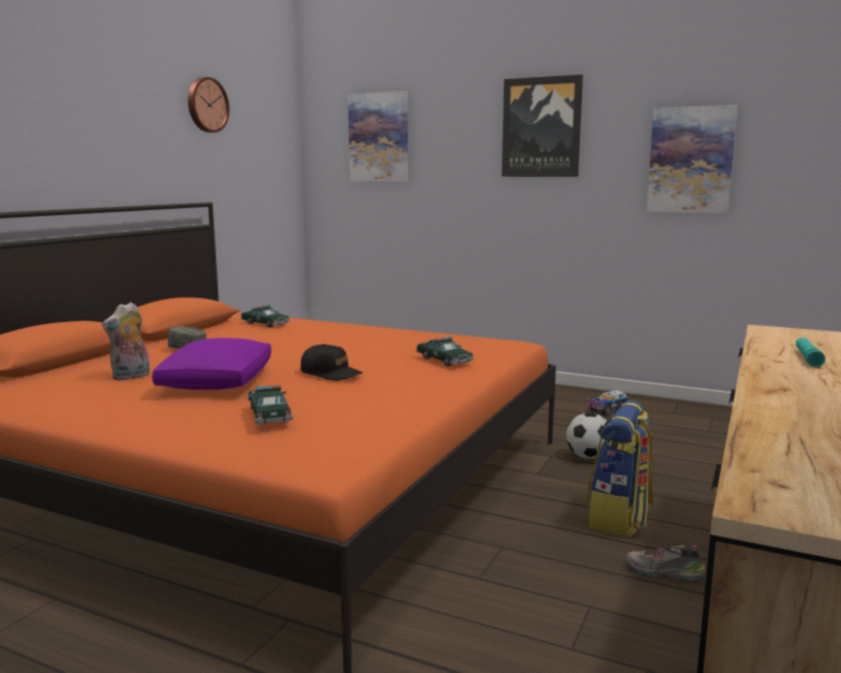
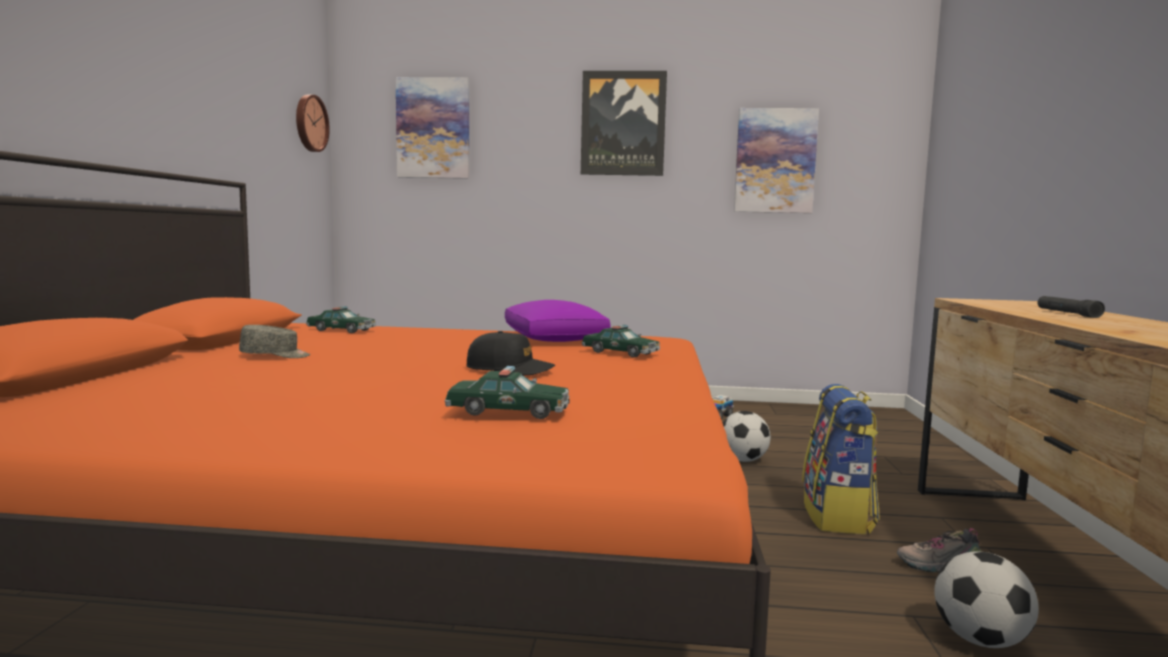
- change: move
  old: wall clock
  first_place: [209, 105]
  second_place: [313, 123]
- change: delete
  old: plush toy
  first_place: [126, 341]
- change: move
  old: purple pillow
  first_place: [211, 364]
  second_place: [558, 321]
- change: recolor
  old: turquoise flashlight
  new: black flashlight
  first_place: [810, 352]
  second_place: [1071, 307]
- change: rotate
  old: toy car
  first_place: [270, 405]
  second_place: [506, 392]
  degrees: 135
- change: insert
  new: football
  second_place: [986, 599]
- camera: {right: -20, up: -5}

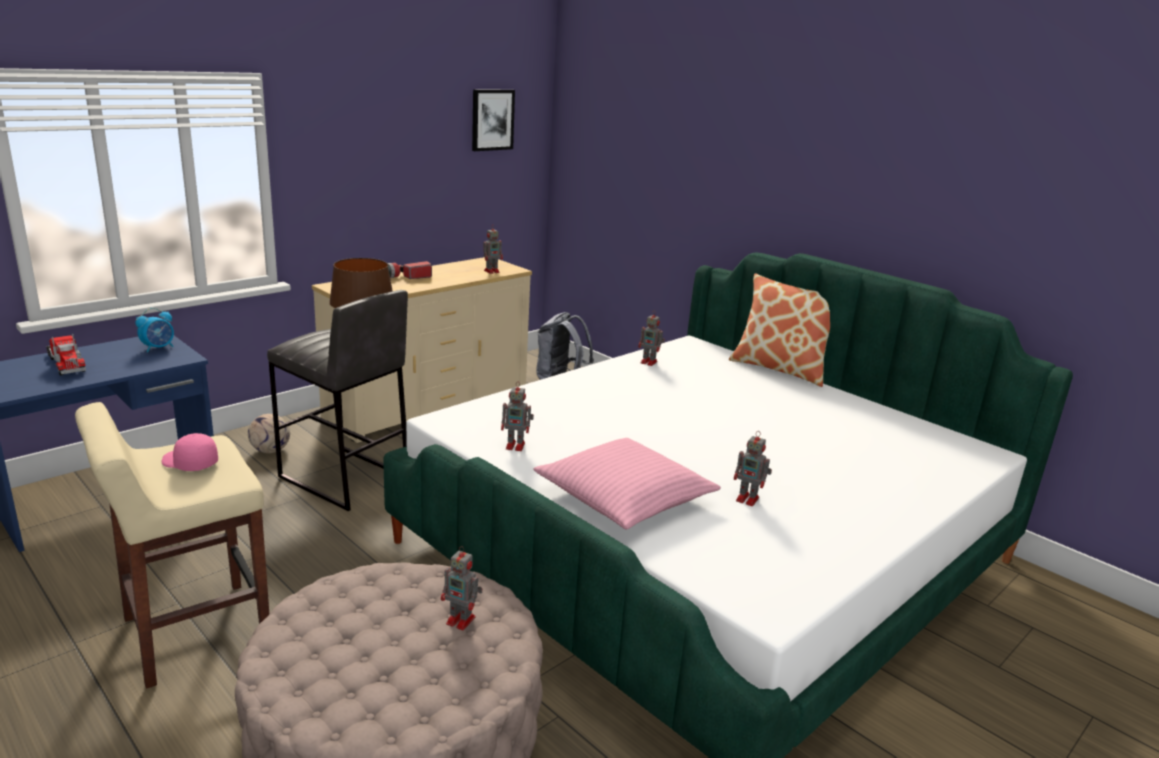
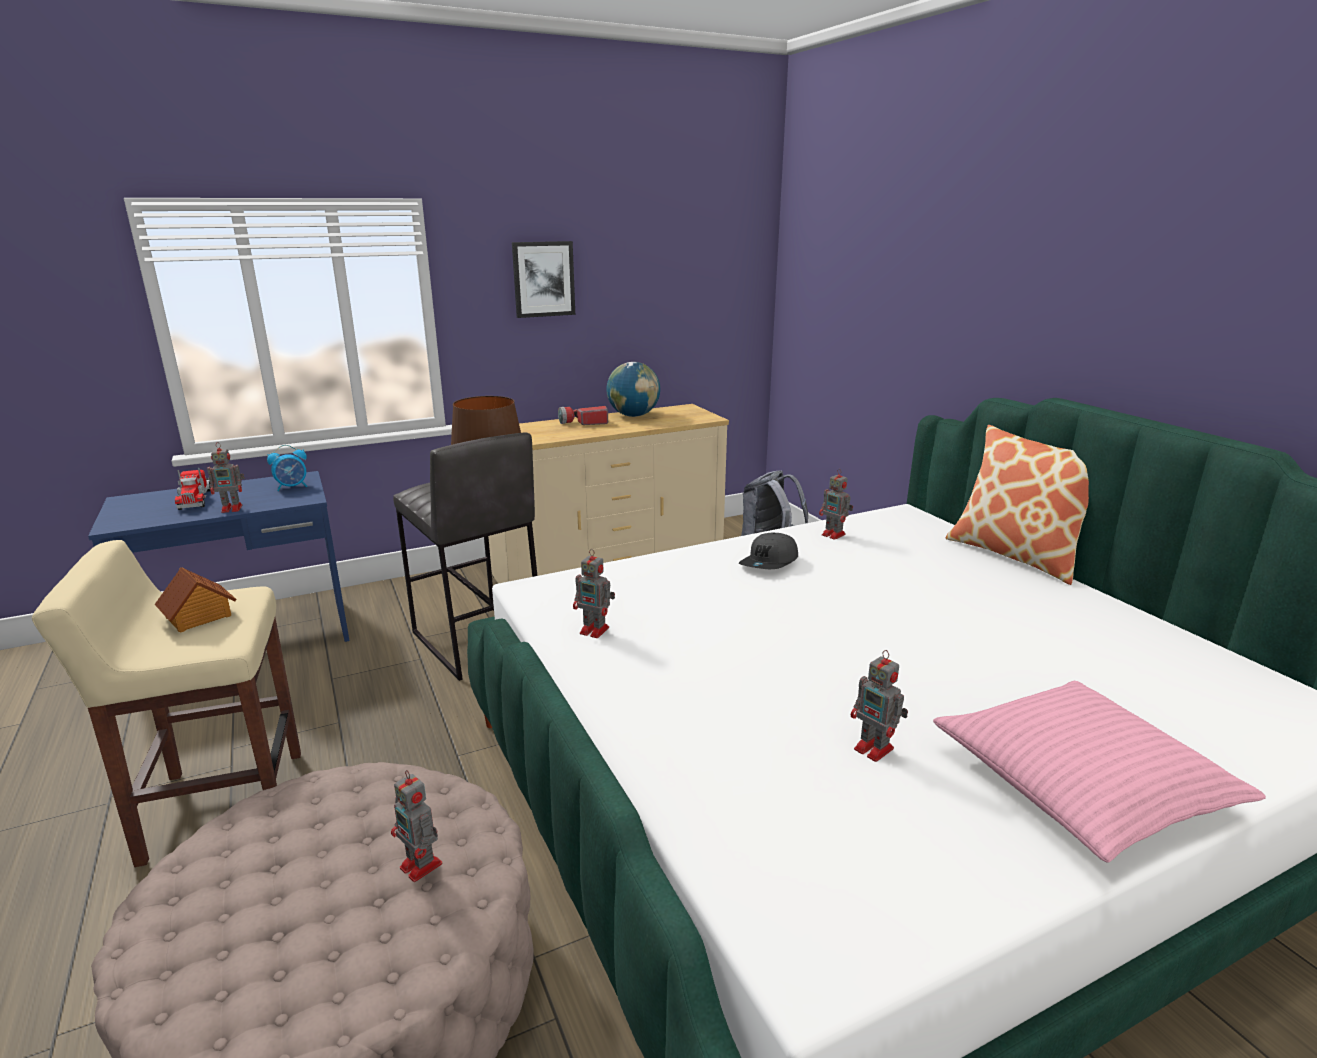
- change: move
  old: picture
  first_place: [493, 120]
  second_place: [543, 279]
- change: move
  old: toy robot
  first_place: [493, 251]
  second_place: [226, 477]
- change: delete
  old: football
  first_place: [269, 433]
- change: replace
  old: pink cap
  new: toy house
  first_place: [189, 452]
  second_place: [195, 600]
- change: move
  old: pink pillow
  first_place: [627, 483]
  second_place: [1099, 772]
- change: insert
  new: globe
  second_place: [633, 389]
- change: insert
  new: grey cap
  second_place: [768, 551]
- camera: {right: 20, up: 0}

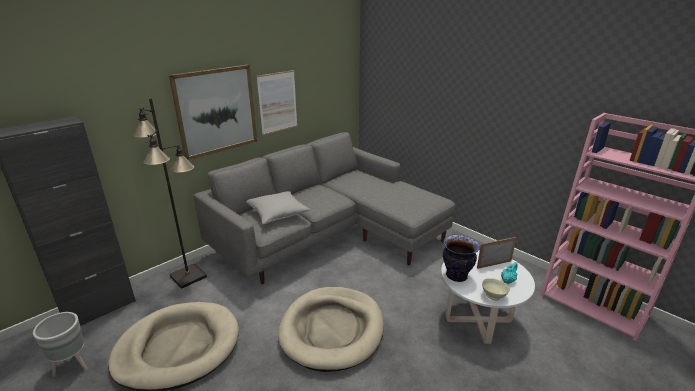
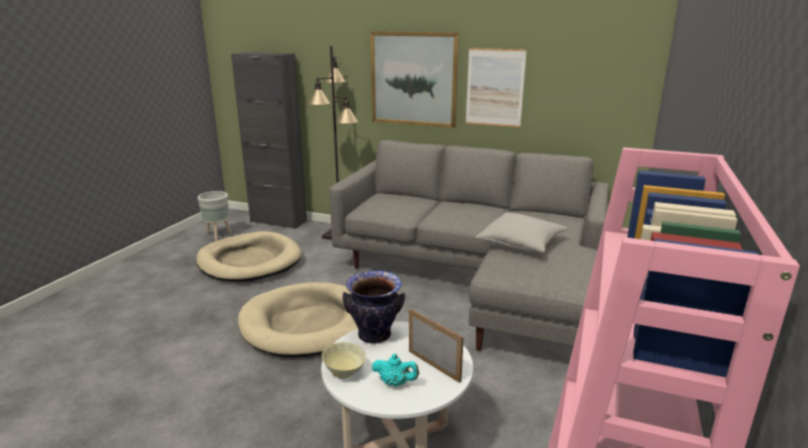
- change: move
  old: grey pillow
  first_place: [278, 208]
  second_place: [521, 232]
- camera: {right: 65, up: -5}

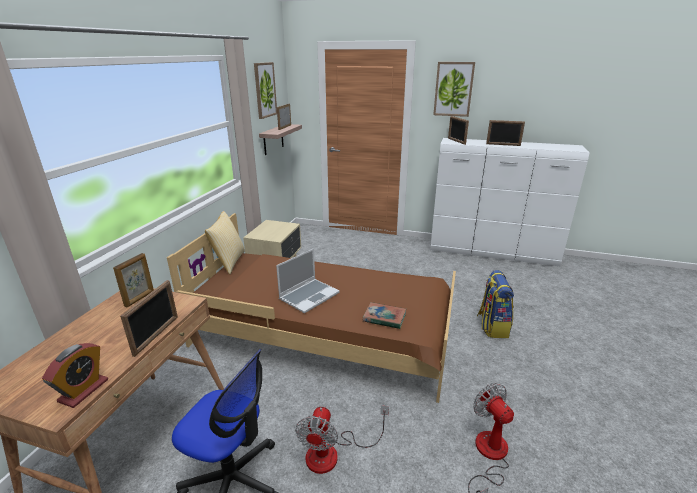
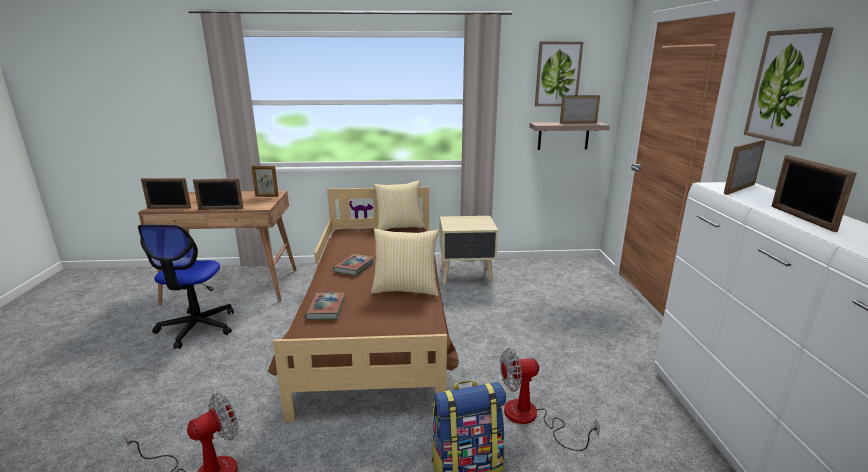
- change: replace
  old: laptop
  new: book
  first_place: [308, 280]
  second_place: [353, 265]
- change: replace
  old: alarm clock
  new: picture frame
  first_place: [75, 375]
  second_place: [166, 193]
- change: move
  old: fan
  first_place: [342, 439]
  second_place: [550, 399]
- change: insert
  new: pillow
  second_place: [405, 262]
- camera: {right: 70, up: -5}

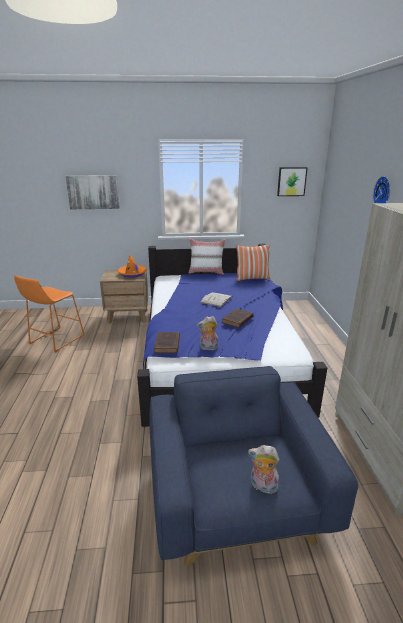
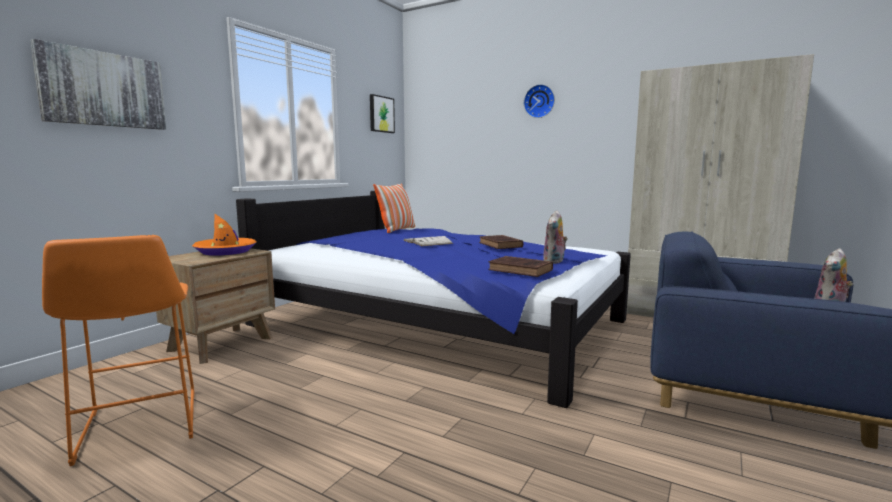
- change: delete
  old: white pillow
  first_place: [207, 257]
- camera: {right: -55, up: -15}

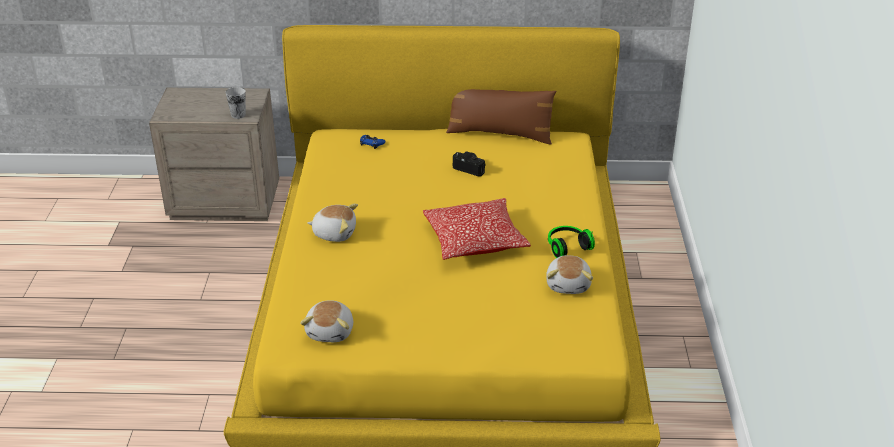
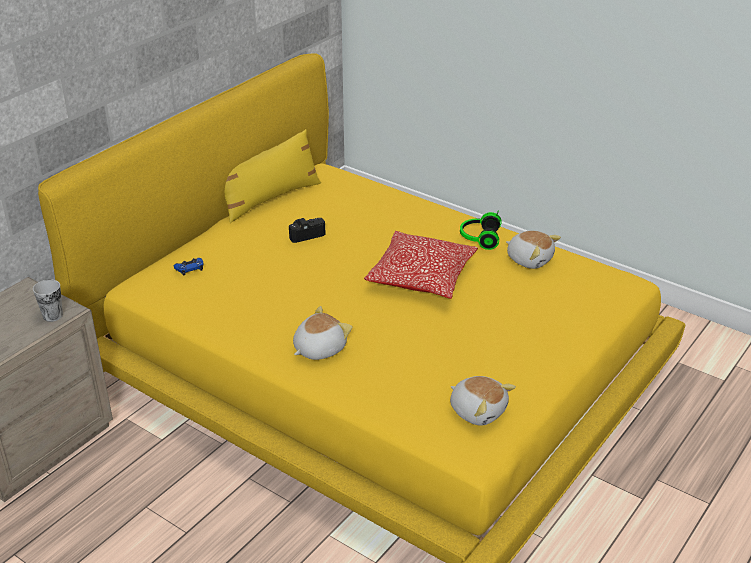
- change: recolor
  old: brown pillow
  new: yellow pillow
  first_place: [501, 116]
  second_place: [273, 176]
- camera: {right: -55, up: 0}

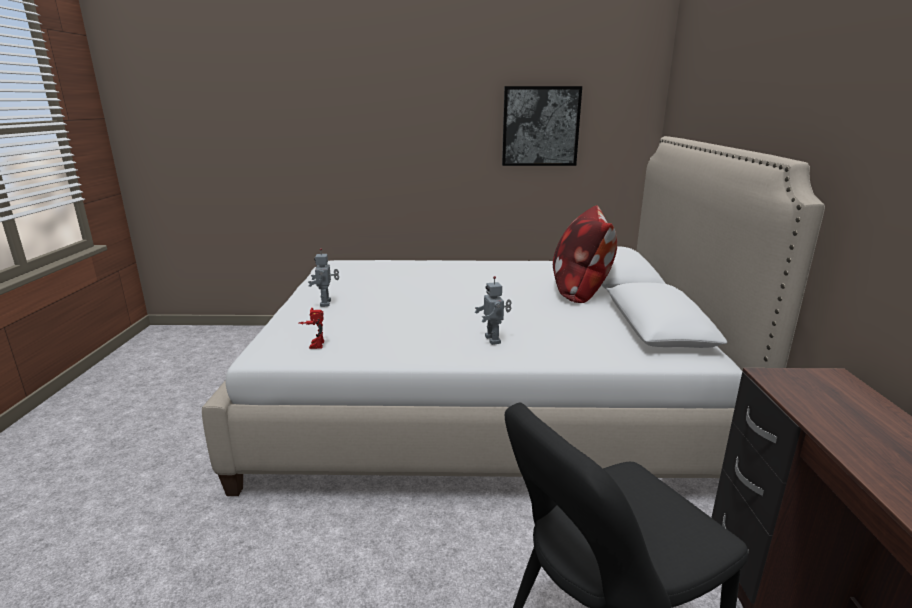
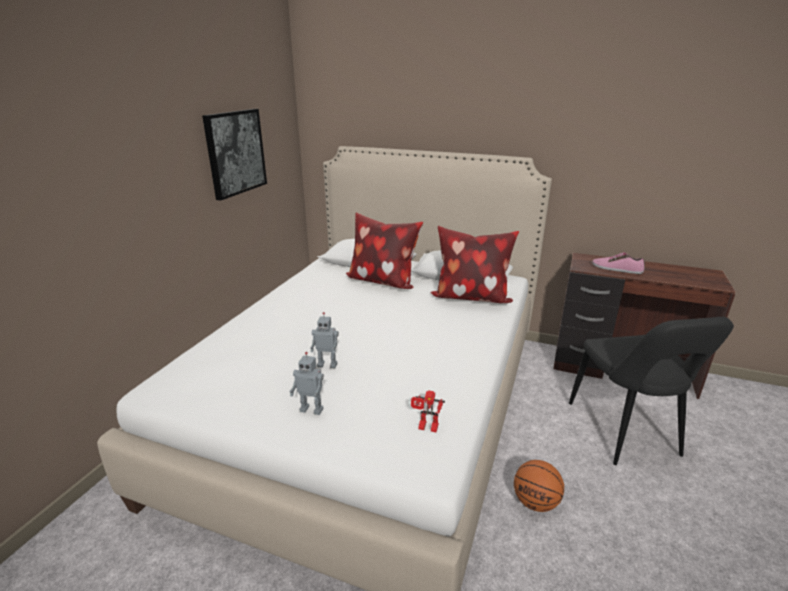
- change: move
  old: toy robot
  first_place: [493, 310]
  second_place: [324, 340]
- change: insert
  new: pillow
  second_place: [474, 264]
- change: insert
  new: shoe
  second_place: [618, 263]
- change: insert
  new: basketball
  second_place: [539, 486]
- camera: {right: -70, up: 5}

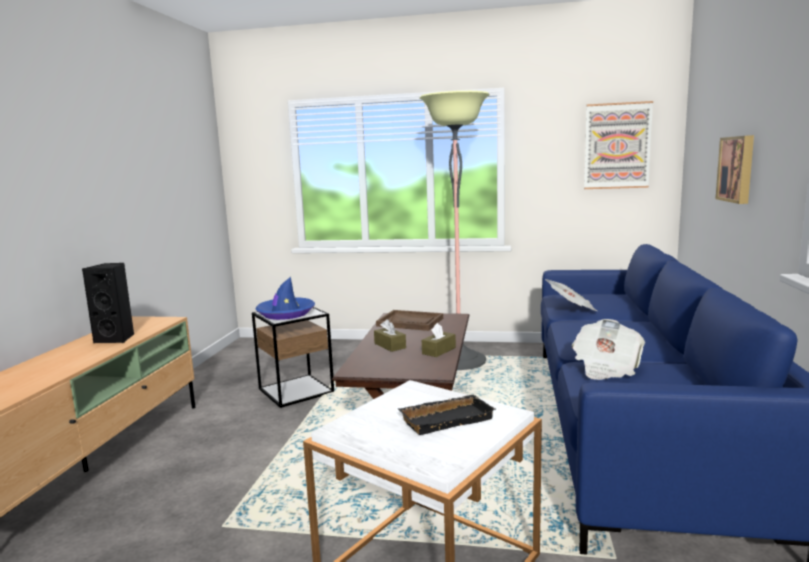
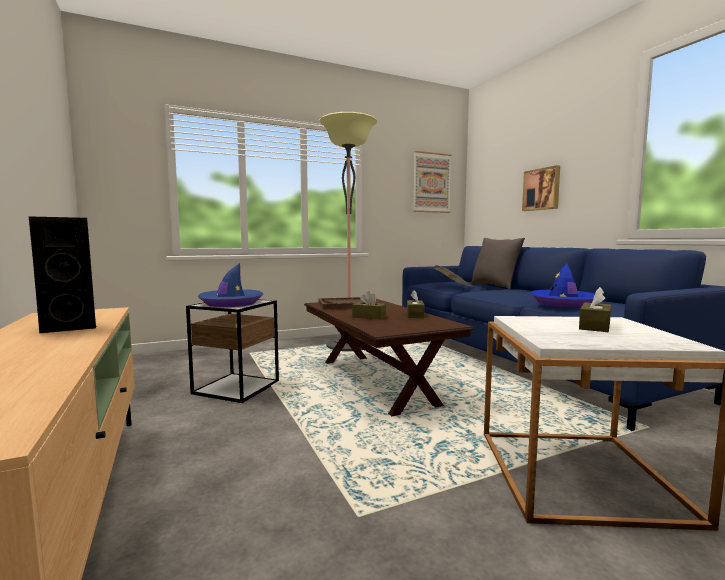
- change: replace
  old: newspaper
  new: blue hat
  first_place: [608, 349]
  second_place: [562, 285]
- change: replace
  old: black tray
  new: brown tissue box
  first_place: [446, 415]
  second_place: [595, 309]
- change: insert
  new: grey pillow
  second_place: [498, 264]
- camera: {right: -35, up: -5}

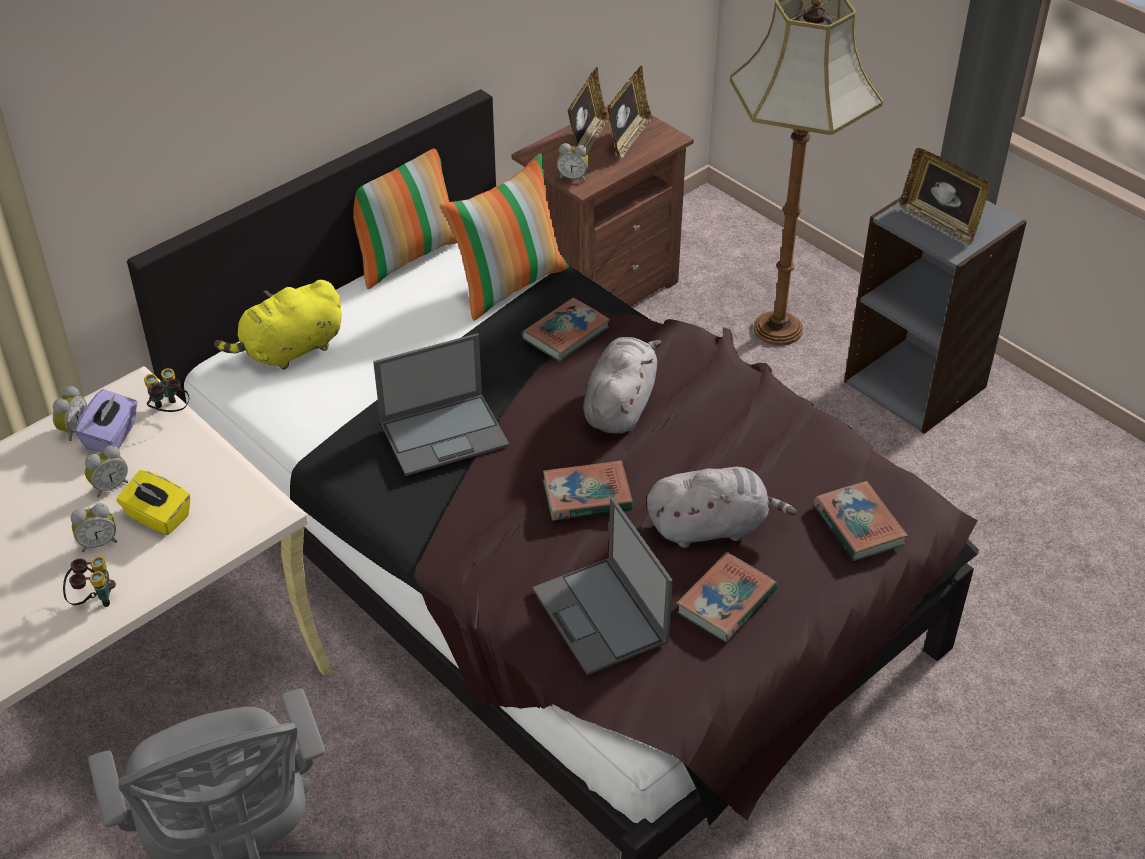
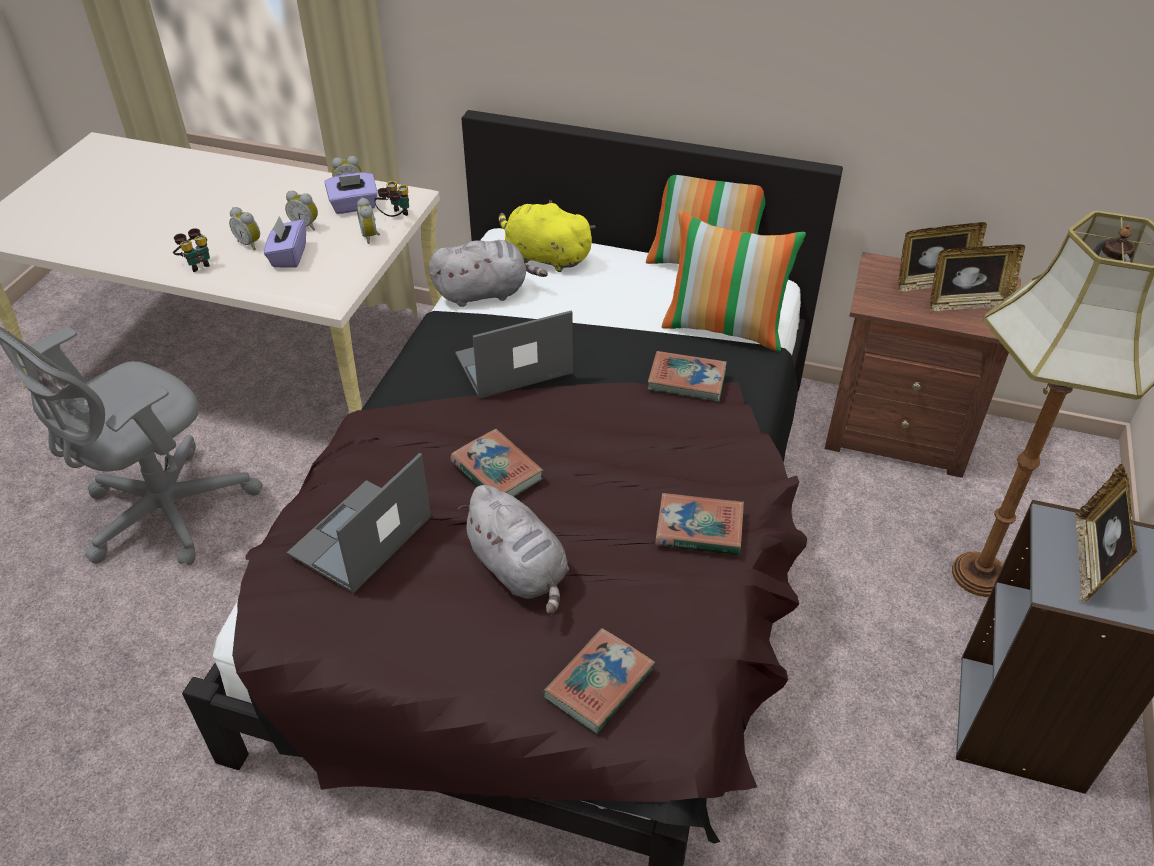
- change: move
  old: alarm clock
  first_place: [573, 162]
  second_place: [368, 220]
- change: rotate
  old: laptop
  first_place: [441, 404]
  second_place: [514, 354]
  degrees: 120
- change: move
  old: grey plush toy
  first_place: [622, 385]
  second_place: [488, 273]
- change: recolor
  old: yellow tissue box
  new: purple tissue box
  first_place: [153, 502]
  second_place: [285, 242]
- change: move
  old: book
  first_place: [726, 597]
  second_place: [699, 524]
- camera: {right: 60, up: 0}

